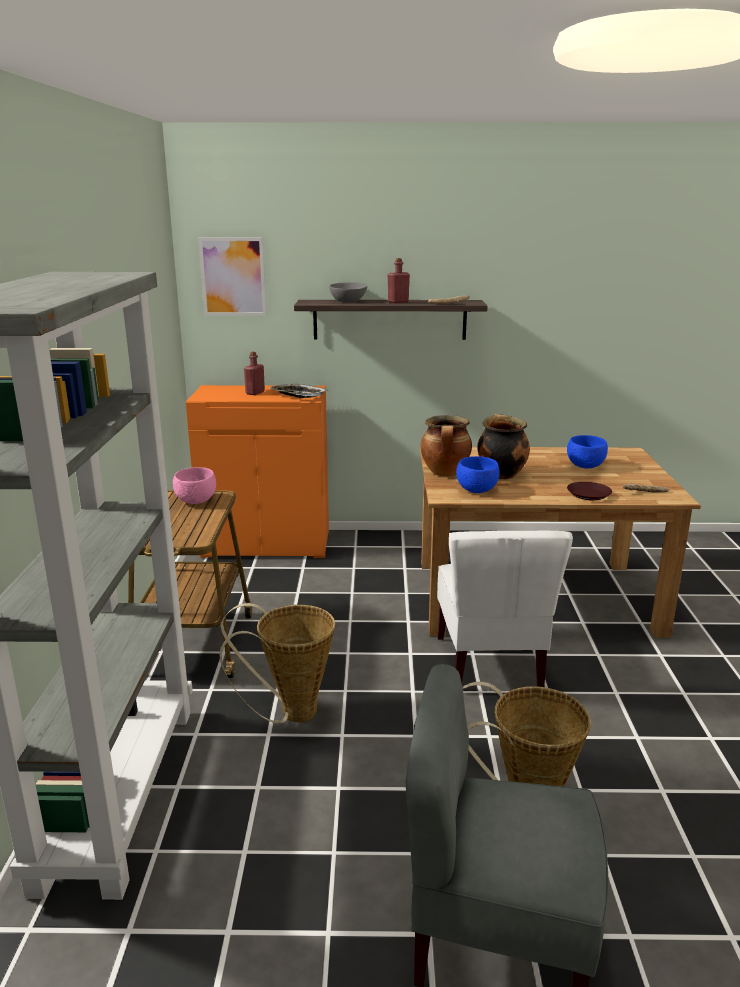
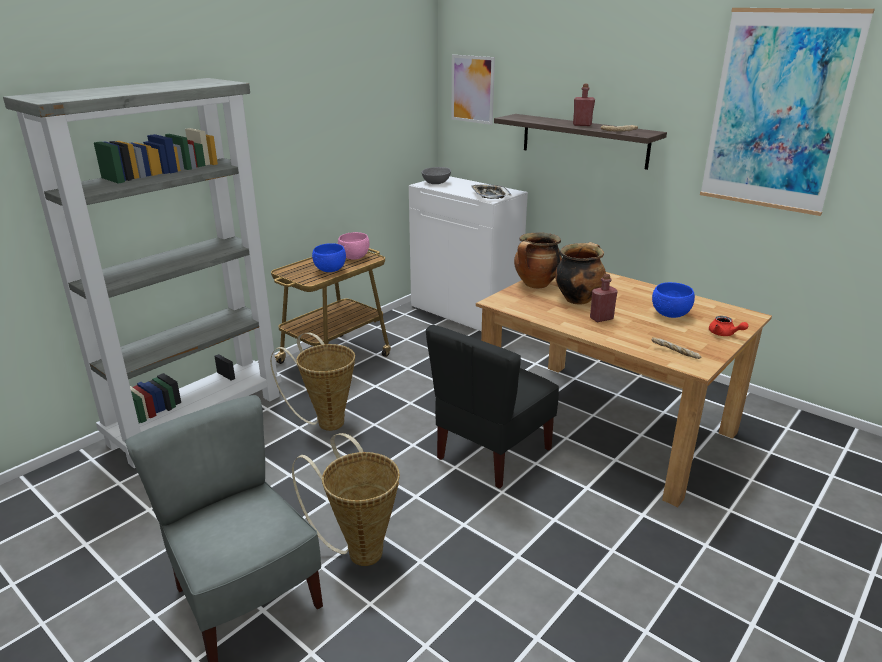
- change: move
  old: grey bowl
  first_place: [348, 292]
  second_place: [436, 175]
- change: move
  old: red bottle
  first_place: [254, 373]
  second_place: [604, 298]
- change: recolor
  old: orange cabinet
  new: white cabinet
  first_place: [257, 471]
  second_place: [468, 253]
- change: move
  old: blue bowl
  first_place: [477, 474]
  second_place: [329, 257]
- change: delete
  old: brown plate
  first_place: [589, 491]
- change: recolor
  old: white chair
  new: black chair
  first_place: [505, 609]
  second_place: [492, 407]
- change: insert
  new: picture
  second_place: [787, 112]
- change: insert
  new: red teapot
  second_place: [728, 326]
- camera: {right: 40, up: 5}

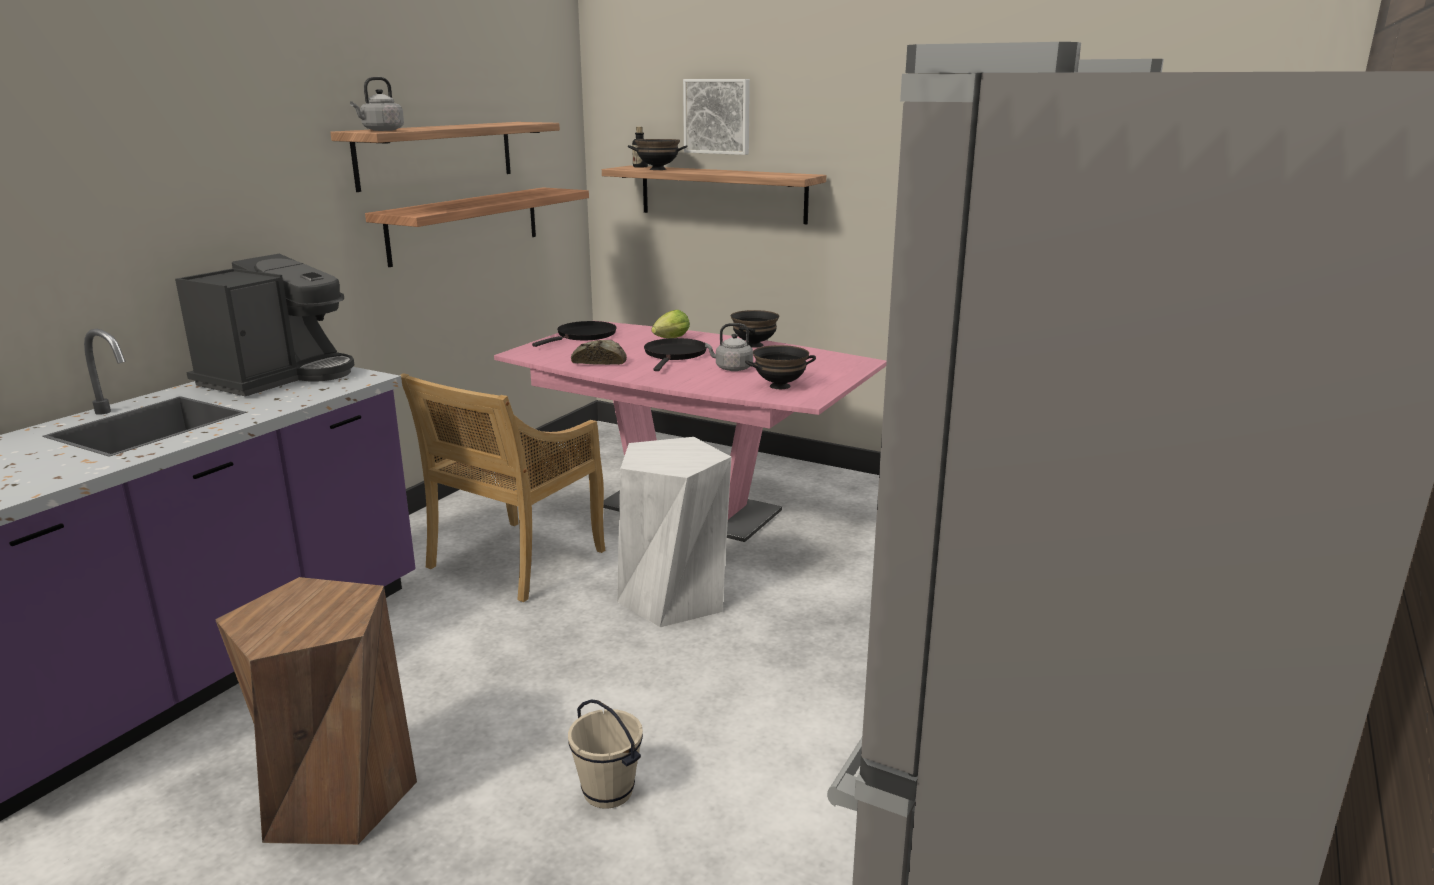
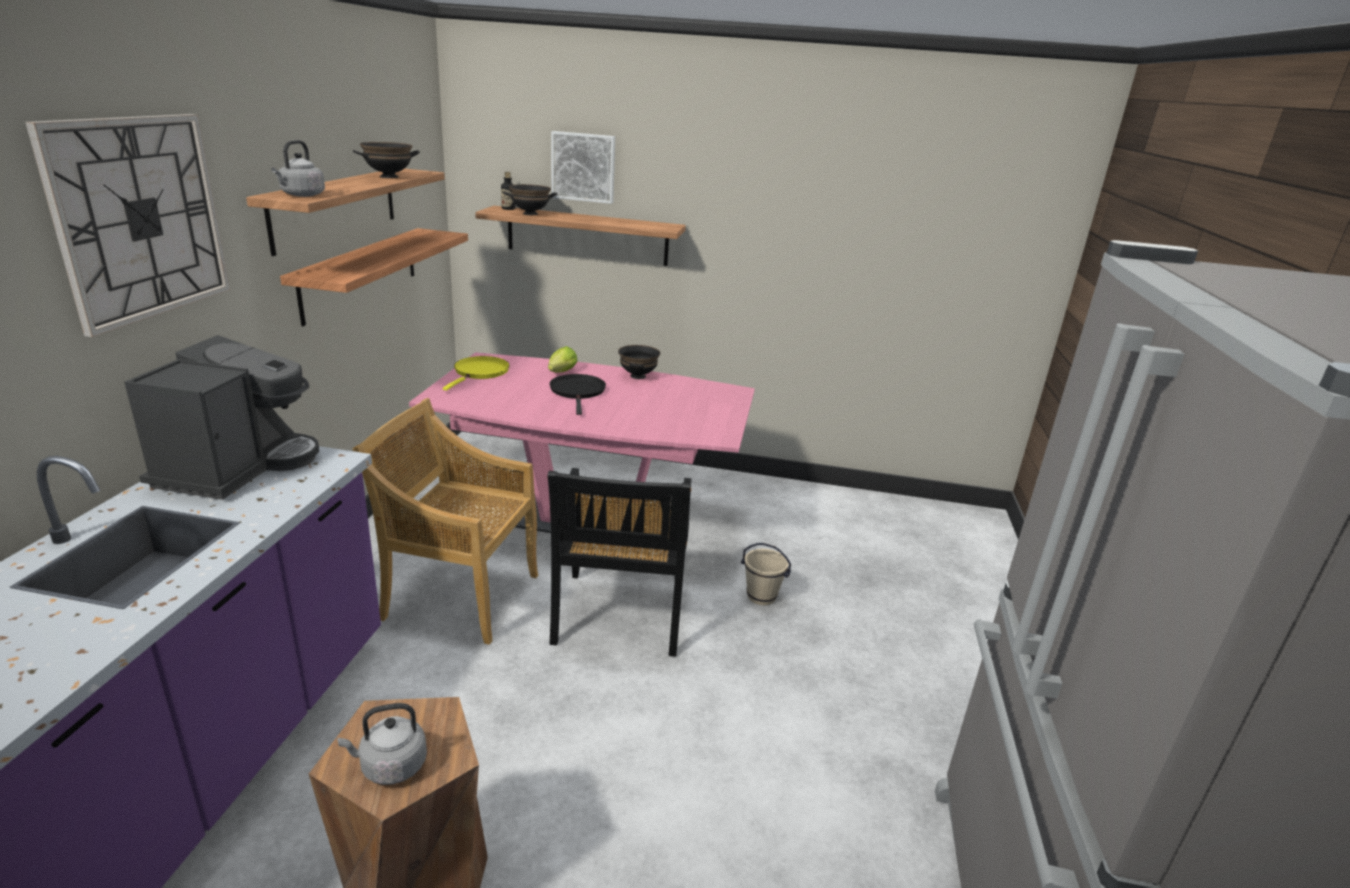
- change: recolor
  old: black frying pan
  new: yellow frying pan
  first_place: [574, 334]
  second_place: [476, 373]
- change: move
  old: grey kettle
  first_place: [729, 347]
  second_place: [382, 744]
- change: delete
  old: bread
  first_place: [599, 352]
- change: move
  old: black bowl
  first_place: [780, 367]
  second_place: [386, 160]
- change: rotate
  old: beige chair
  first_place: [503, 487]
  second_place: [445, 521]
  degrees: 90
- change: replace
  old: white stool
  new: black chair
  first_place: [674, 532]
  second_place: [619, 562]
- change: move
  old: beige bucket
  first_place: [605, 754]
  second_place: [766, 574]
- change: insert
  new: wall clock
  second_place: [127, 225]
- camera: {right: -20, up: 5}

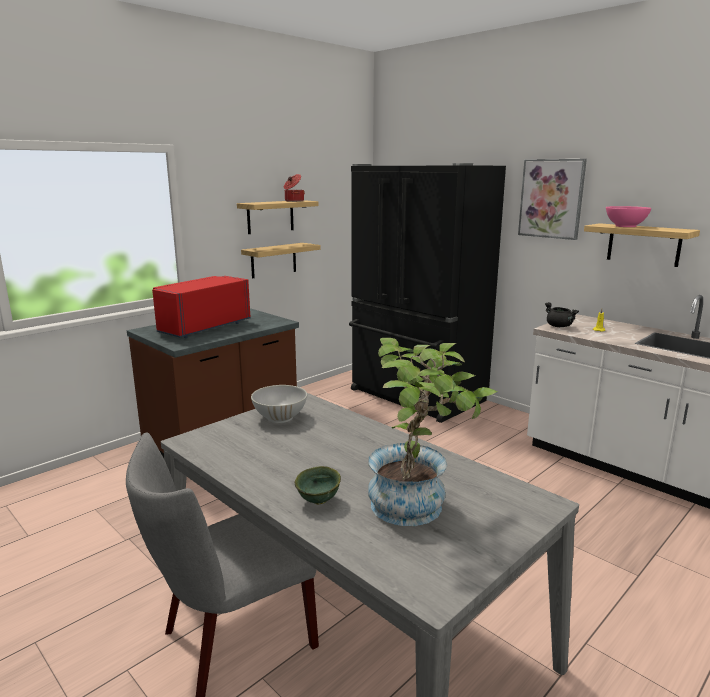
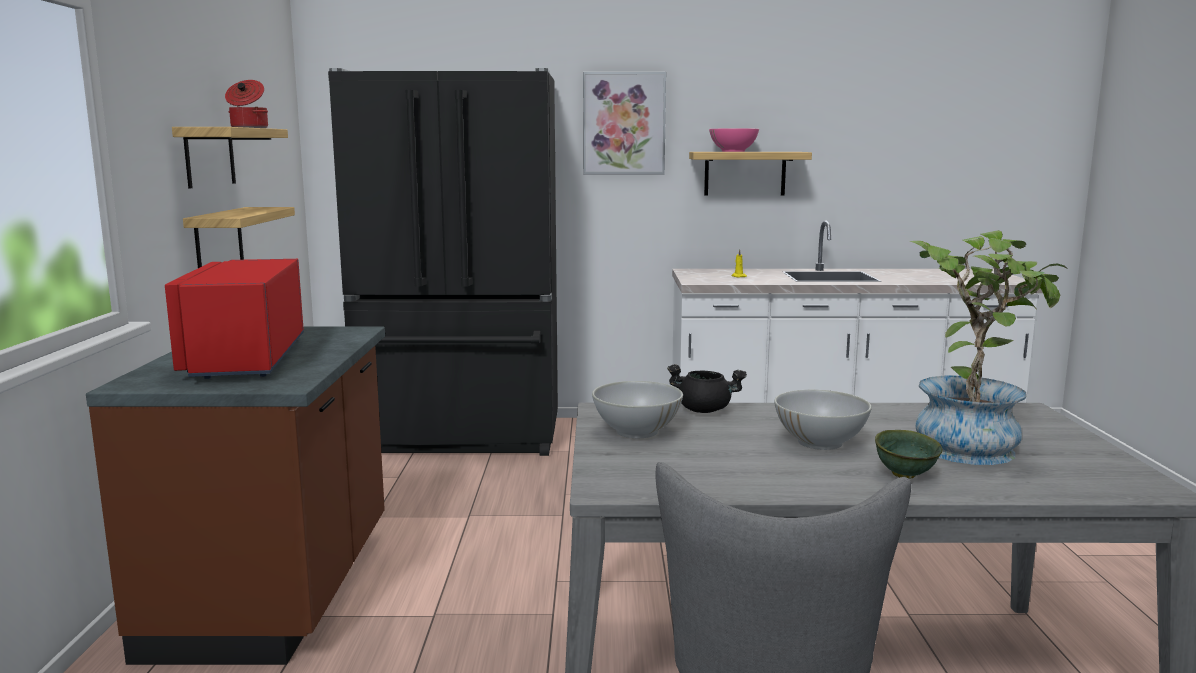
- change: move
  old: black cooking pot
  first_place: [562, 314]
  second_place: [707, 388]
- change: insert
  new: white bowl
  second_place: [823, 420]
- camera: {right: -45, up: -5}

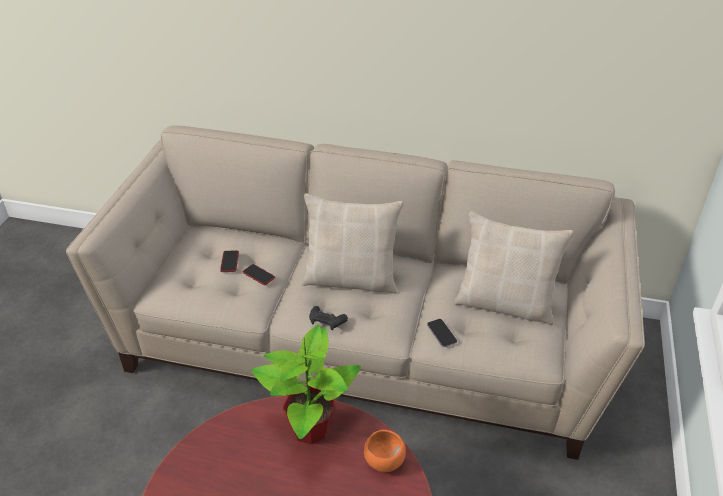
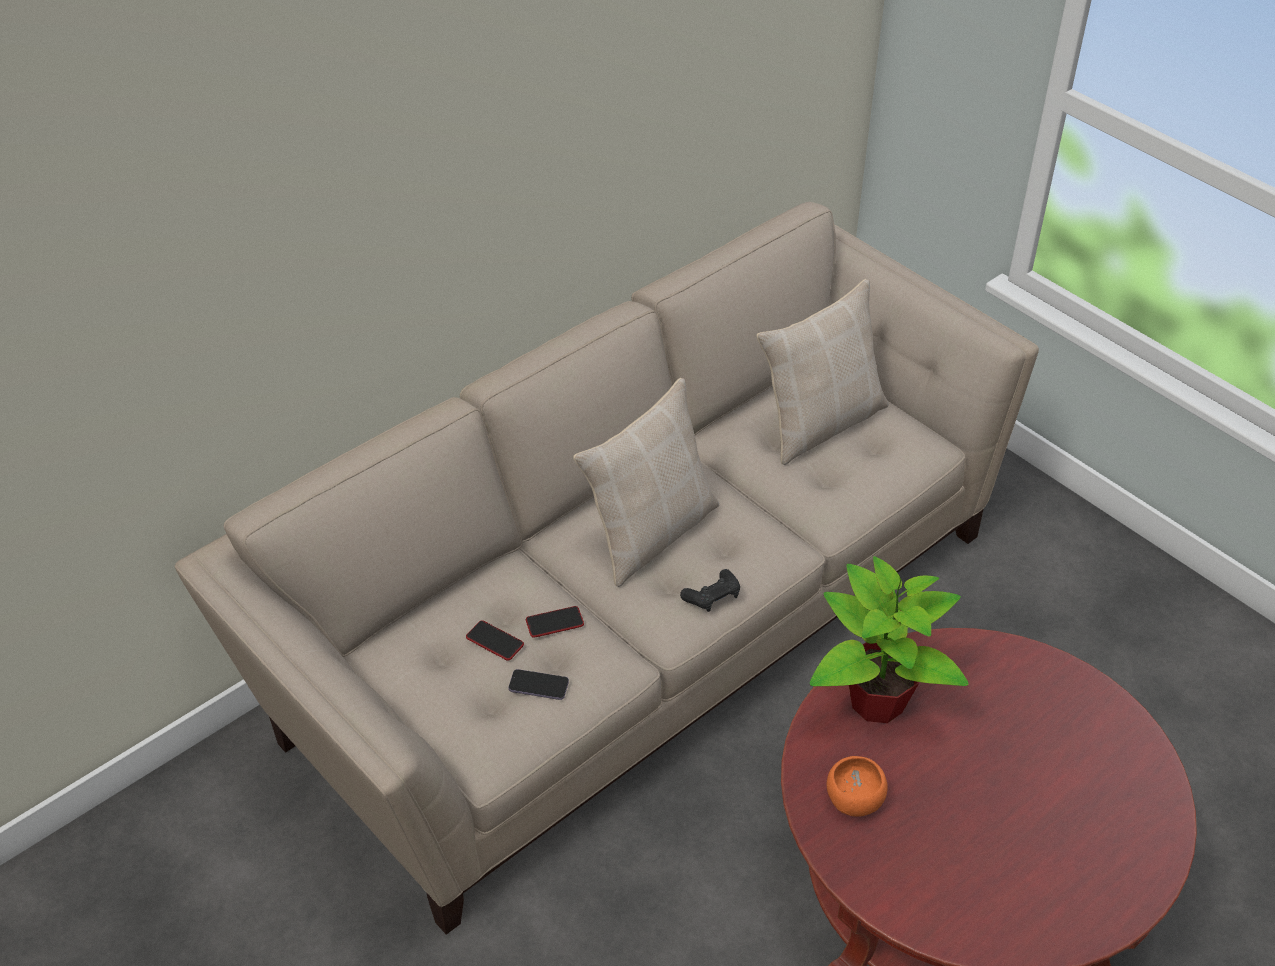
- change: move
  old: phone
  first_place: [442, 333]
  second_place: [538, 684]
- change: move
  old: orange bowl
  first_place: [385, 451]
  second_place: [857, 786]
- camera: {right: -55, up: 5}

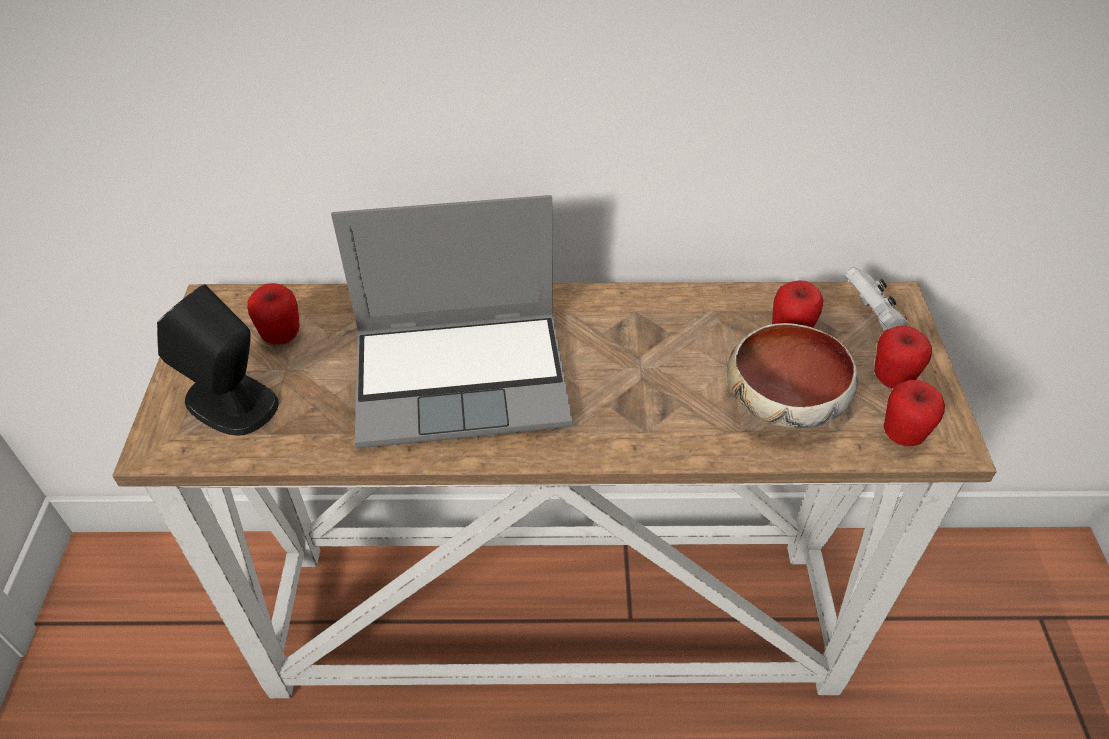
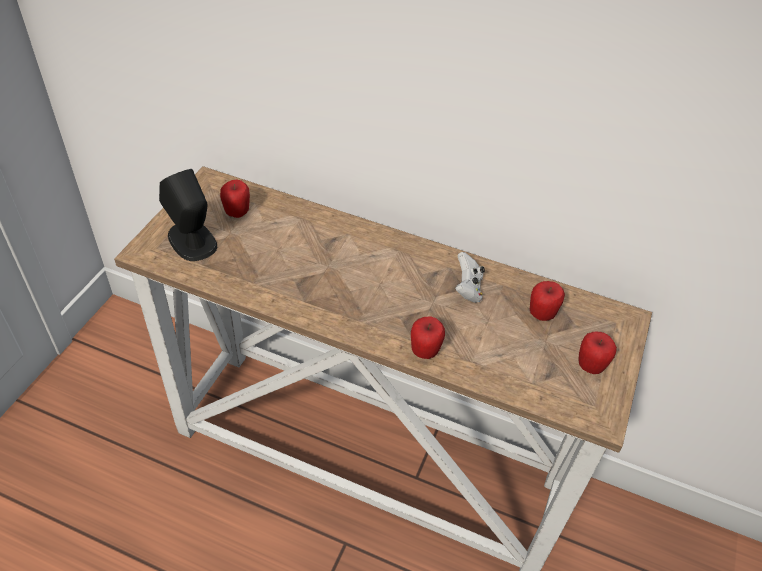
- change: delete
  old: laptop
  first_place: [451, 321]
- change: move
  old: white game controller
  first_place: [877, 298]
  second_place: [470, 277]
- change: delete
  old: bowl
  first_place: [792, 375]
- change: move
  old: apple
  first_place: [914, 413]
  second_place: [428, 337]
- camera: {right: 20, up: 0}

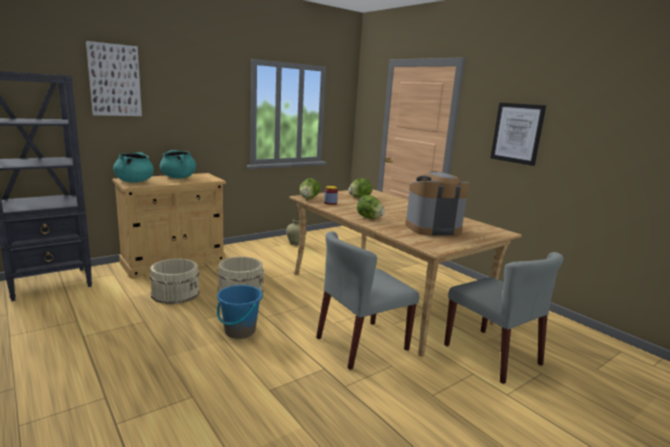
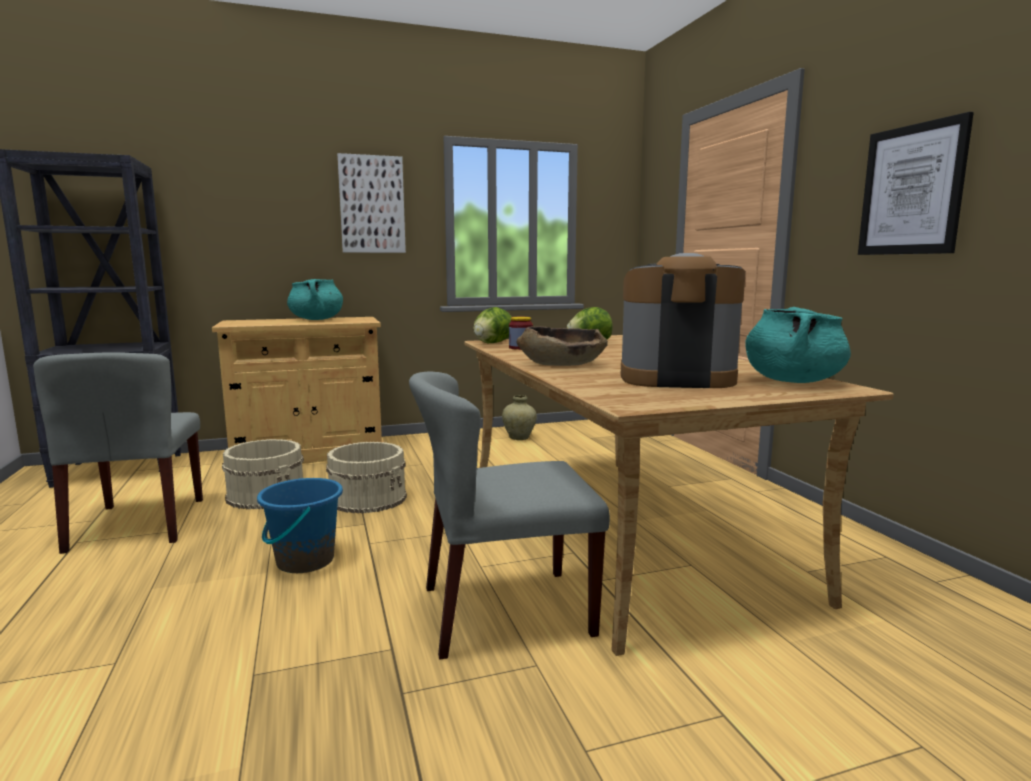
- change: move
  old: picture
  first_place: [114, 78]
  second_place: [371, 203]
- change: move
  old: turquoise cooking pot
  first_place: [133, 167]
  second_place: [798, 345]
- change: replace
  old: lettuce
  new: brown bowl
  first_place: [371, 207]
  second_place: [562, 346]
- change: move
  old: grey chair
  first_place: [504, 318]
  second_place: [118, 453]
- camera: {right: 20, up: -5}

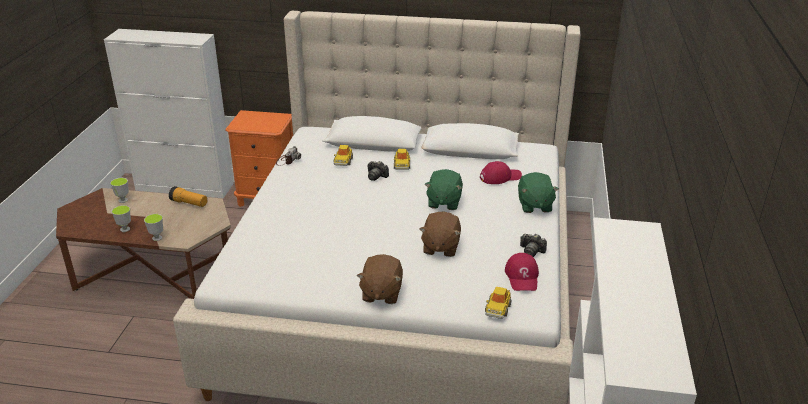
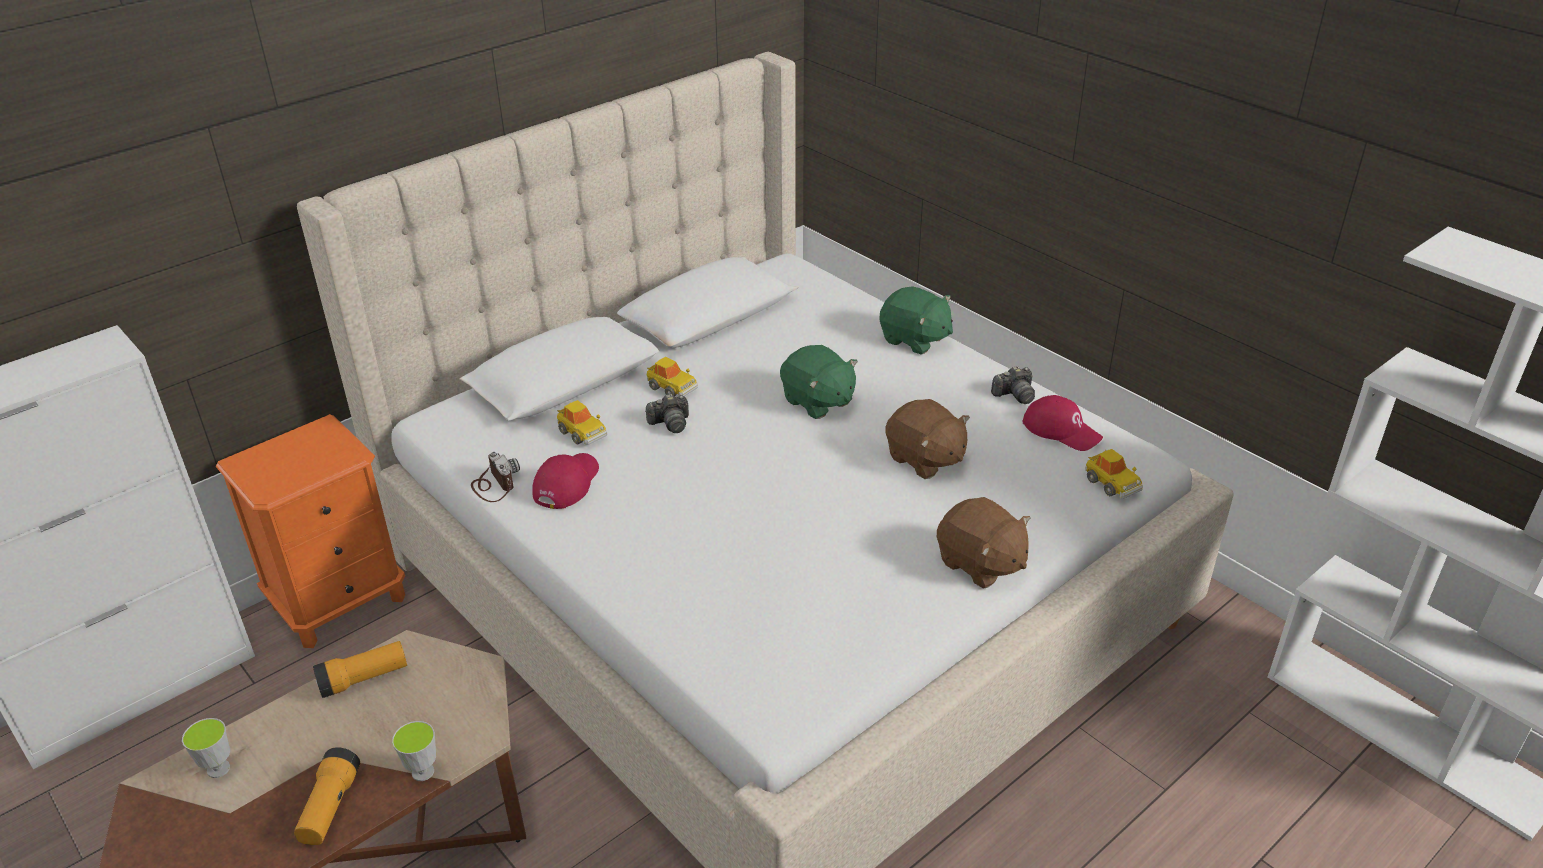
- change: move
  old: red cap
  first_place: [501, 172]
  second_place: [565, 481]
- change: replace
  old: cup
  new: flashlight
  first_place: [121, 218]
  second_place: [327, 796]
- camera: {right: -50, up: 5}

